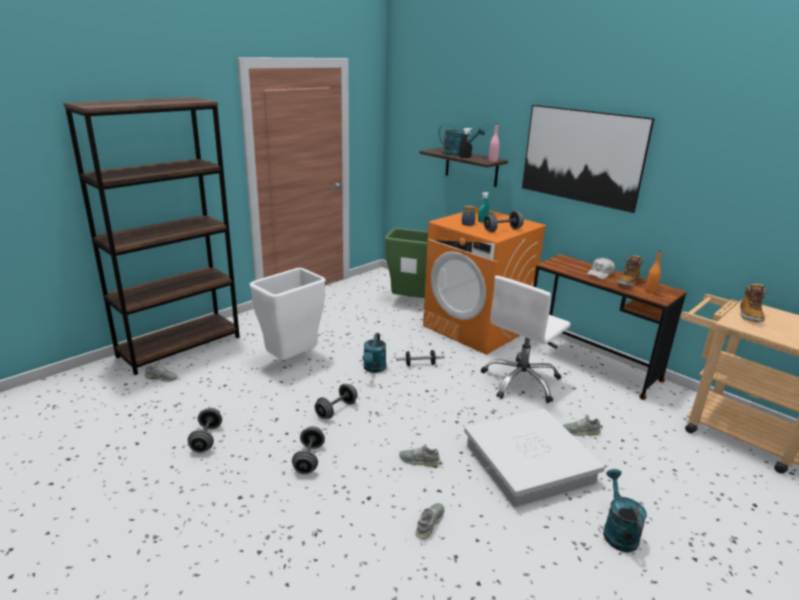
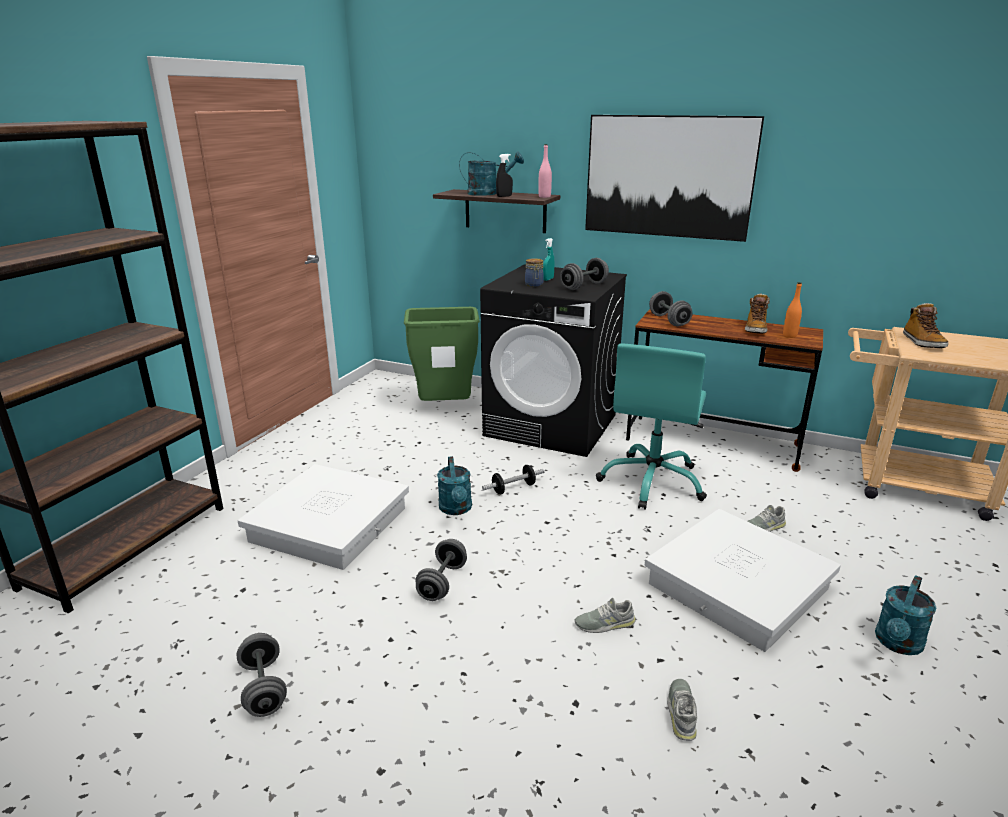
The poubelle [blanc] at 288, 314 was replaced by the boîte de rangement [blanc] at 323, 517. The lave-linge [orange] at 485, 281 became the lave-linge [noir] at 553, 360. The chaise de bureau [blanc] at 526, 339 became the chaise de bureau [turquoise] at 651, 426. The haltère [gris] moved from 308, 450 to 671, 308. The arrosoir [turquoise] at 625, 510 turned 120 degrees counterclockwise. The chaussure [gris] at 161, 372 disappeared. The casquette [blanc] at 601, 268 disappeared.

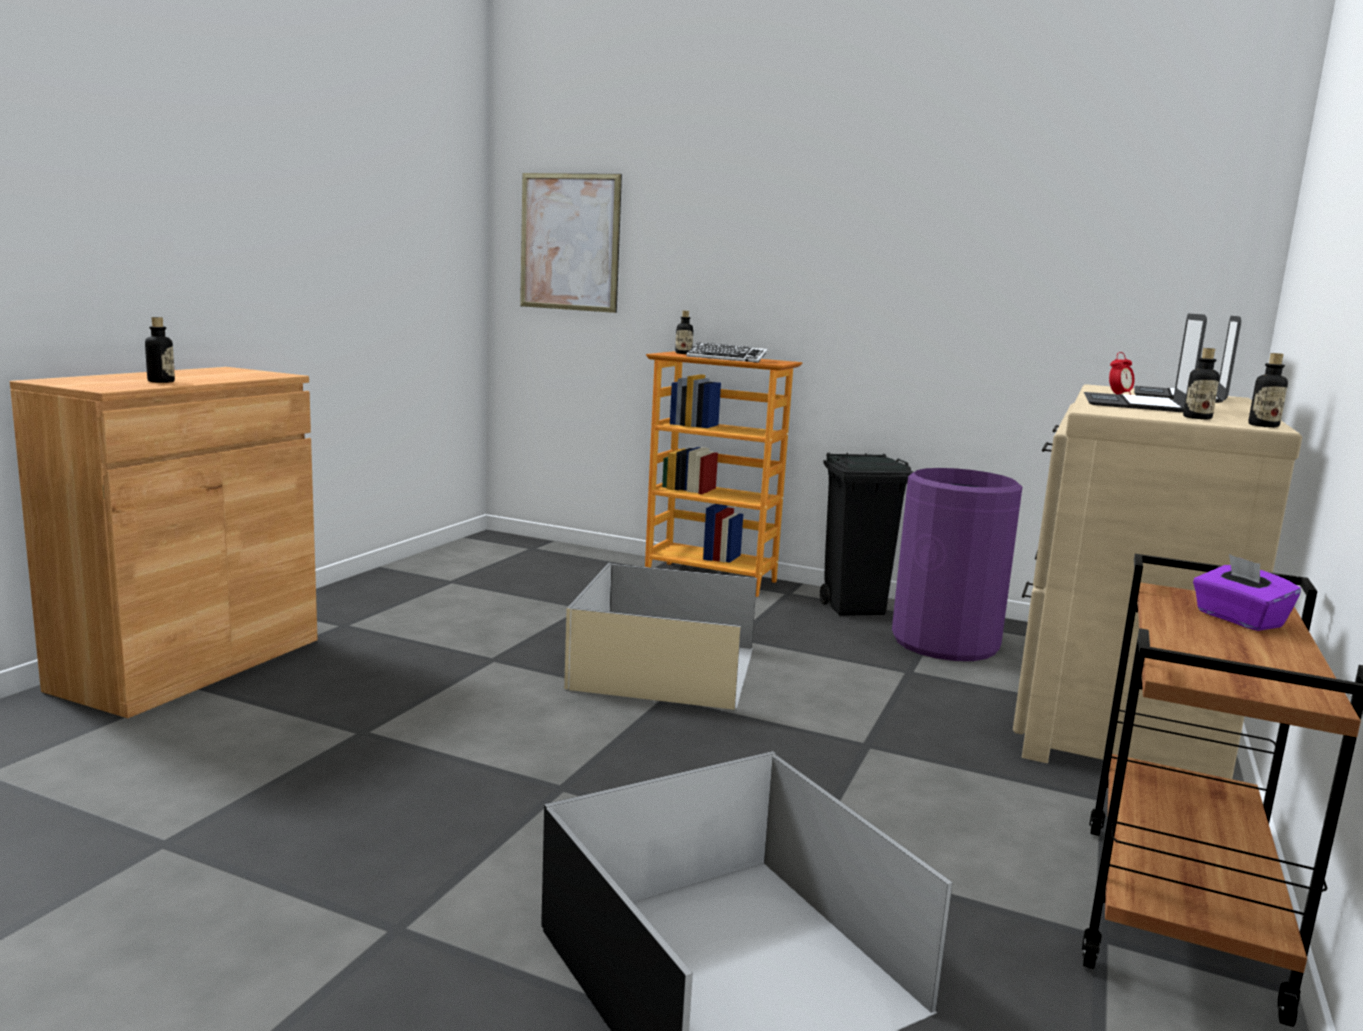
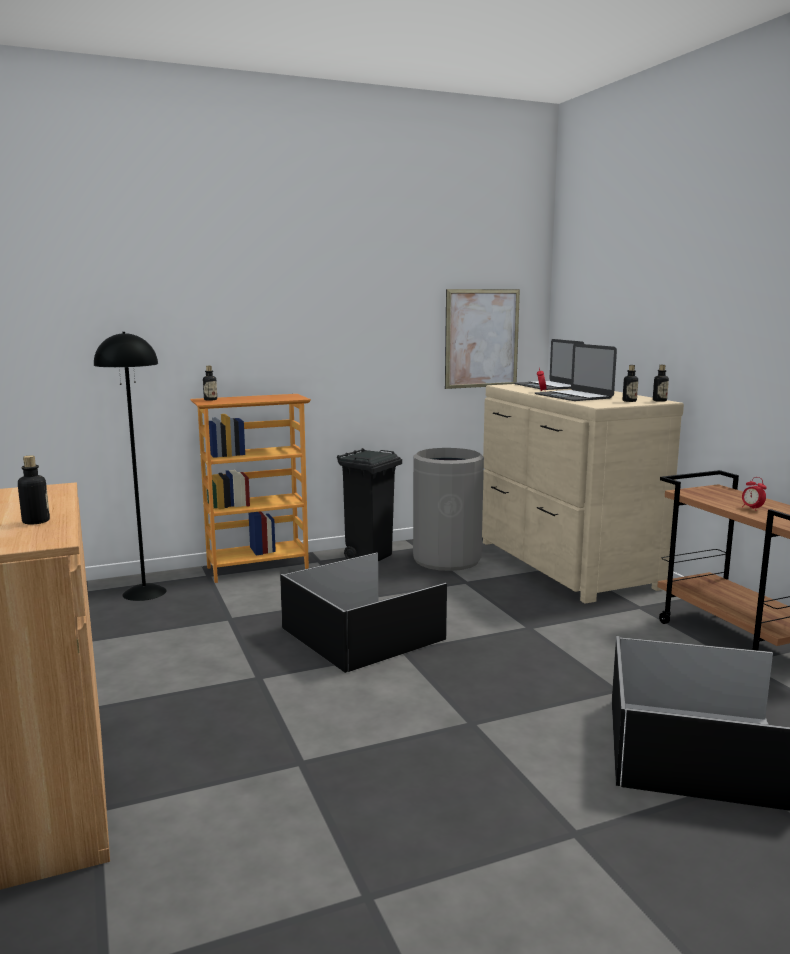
The lampadaire [noir] at 130, 466 appeared. The boîte de rangement [beige] at 660, 636 became the boîte de rangement [noir] at 363, 612. The poubelle [violet] at 957, 564 became the poubelle [gris] at 448, 509. The tableau moved from 571, 243 to 482, 339. The réveil at 754, 494 appeared. The clavier at 727, 352 disappeared. The boîte à mouchoirs [violet] at 1247, 592 disappeared.

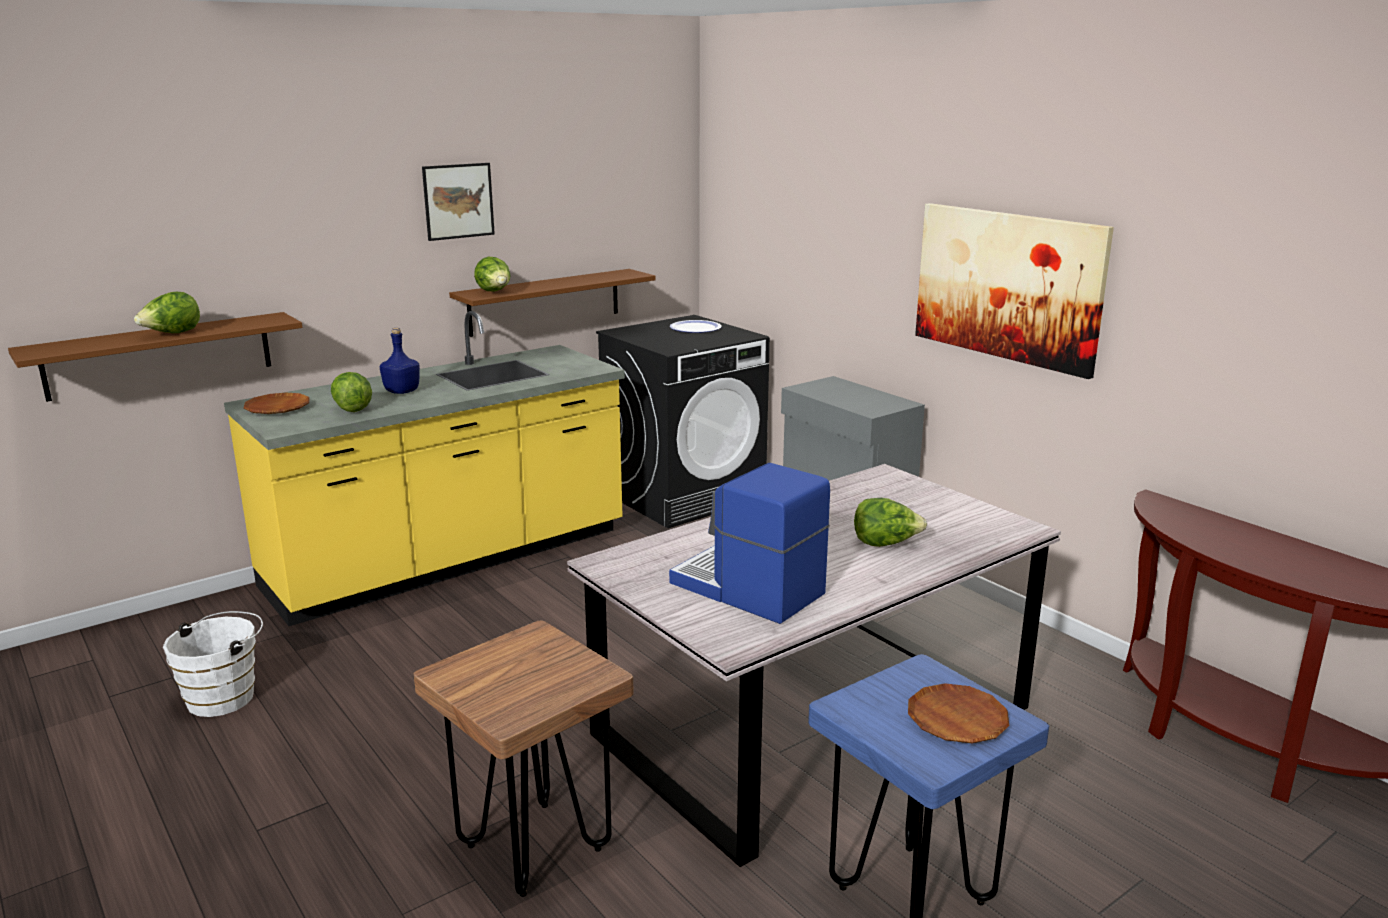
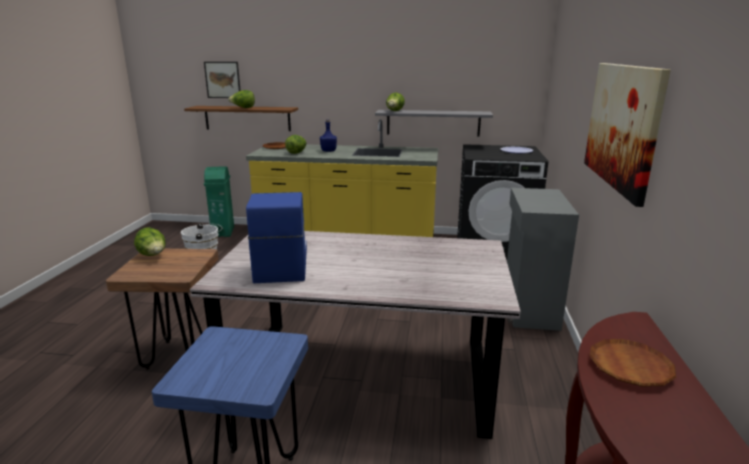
The laitue moved from 890, 522 to 150, 241. The tableau moved from 458, 202 to 222, 80. The poubelle [vert] at 219, 201 appeared. The étagère [marron] at 552, 303 became the étagère [gris] at 434, 123. The assiette [marron] moved from 958, 713 to 633, 363.

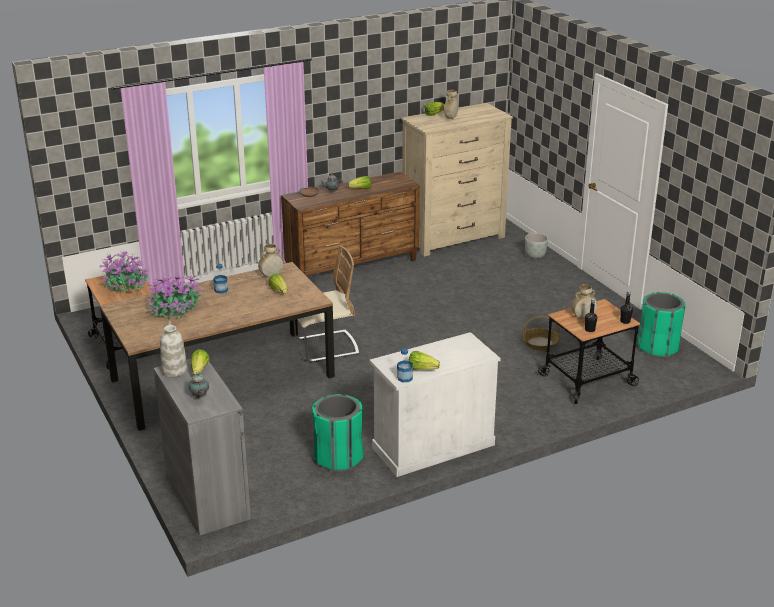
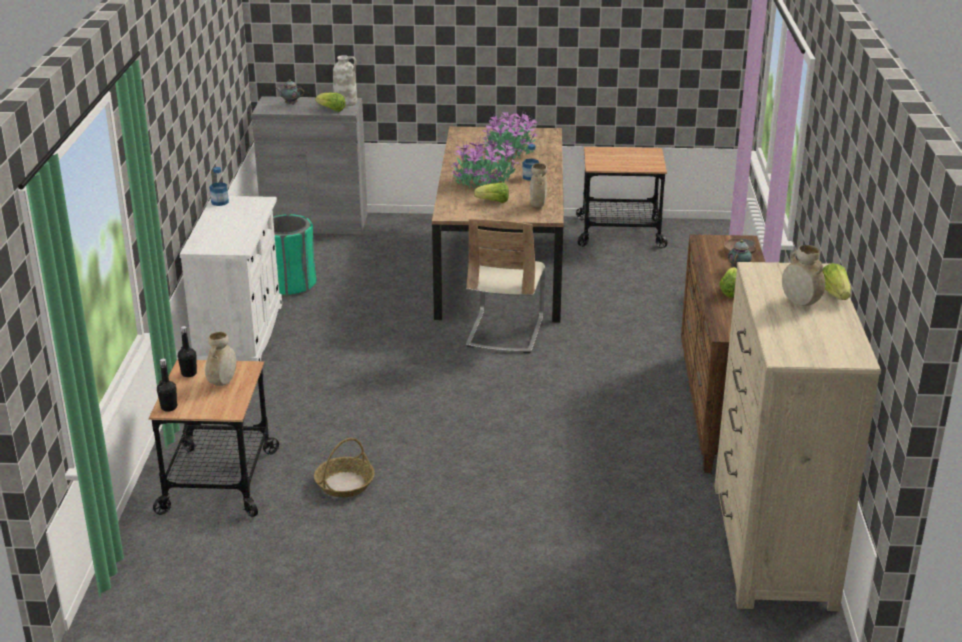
The plante en pot moved from 125, 271 to 485, 164. The laitue at 424, 360 disappeared. The cache-pot [gris] at 536, 246 disappeared. The poubelle [vert] at 662, 324 disappeared.

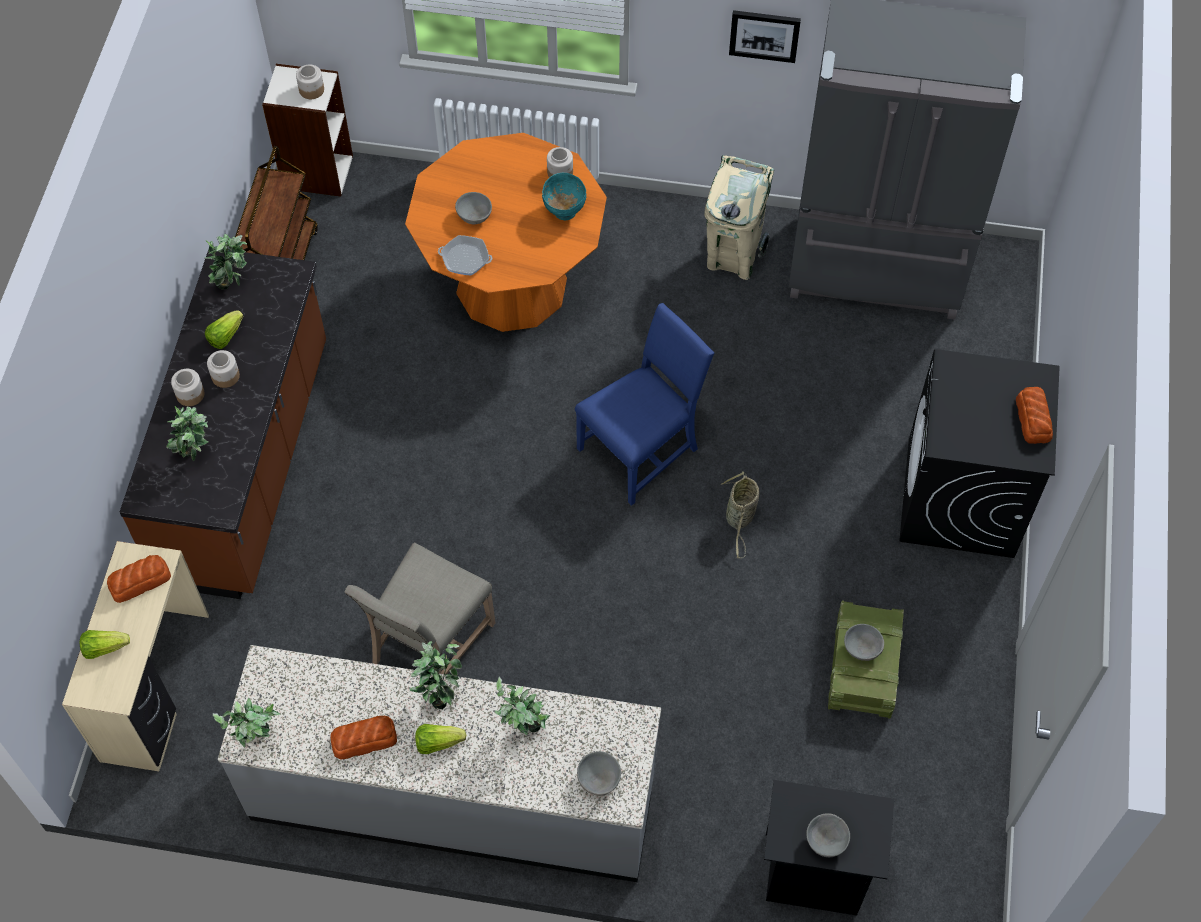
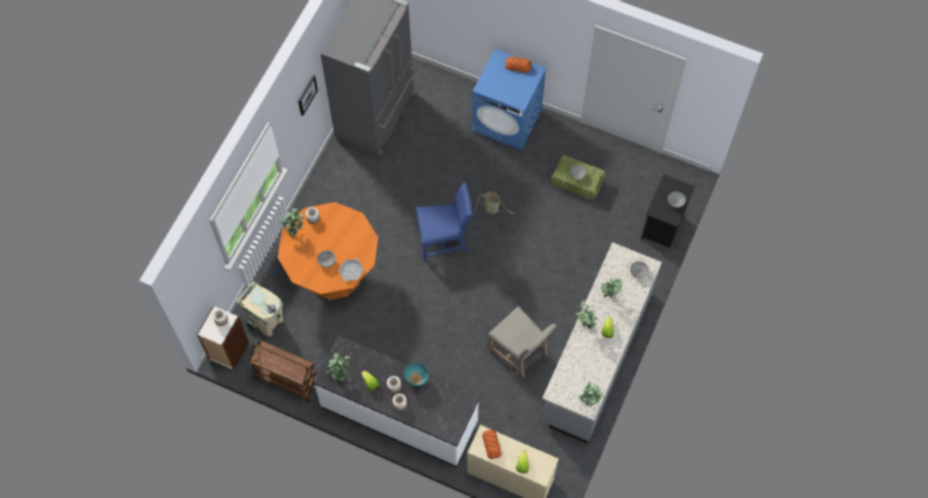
The poubelle [beige] moved from 739, 217 to 259, 309. The plante en pot moved from 187, 433 to 292, 222. The comptoir de cuisine [marron] at 223, 424 became the comptoir de cuisine [blanc] at 397, 401. The bol [turquoise] moved from 564, 196 to 416, 375. The chaise [bleu] at 644, 404 turned 105 degrees clockwise. The lave-linge [noir] at 979, 453 became the lave-linge [bleu] at 509, 99. The pain at 363, 737 disappeared.

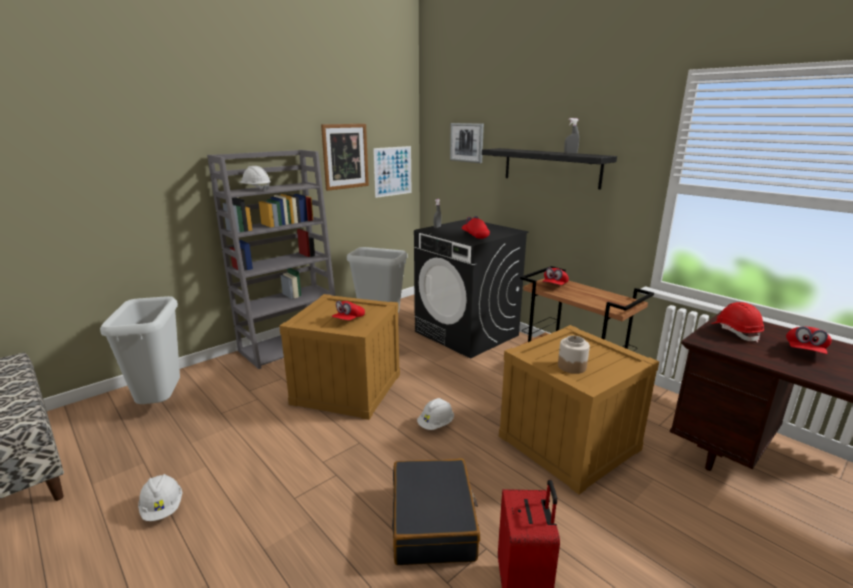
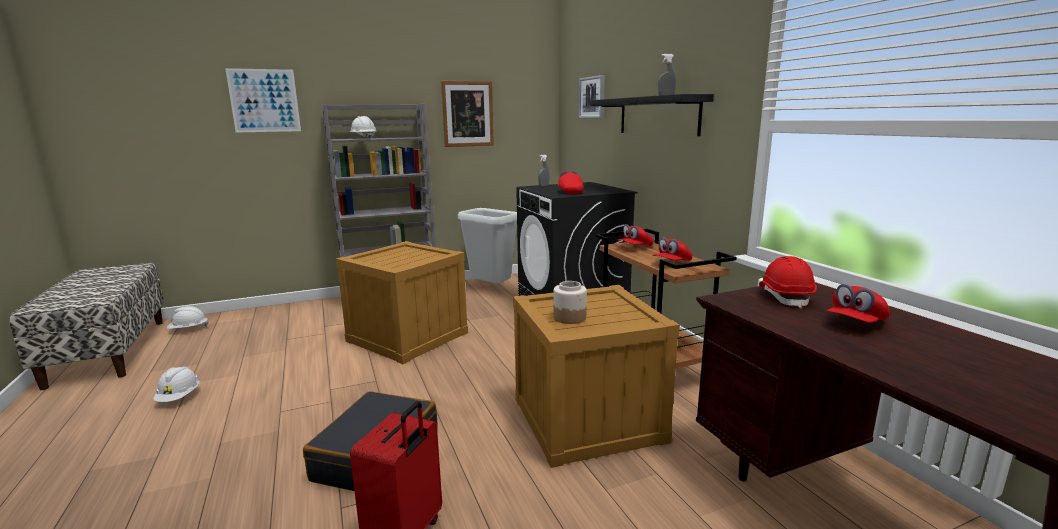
The casque de chantier [blanc] moved from 435, 414 to 188, 317. The tableau moved from 392, 172 to 263, 100. The casquette [rouge] moved from 348, 310 to 673, 249. The poubelle [gris] at 140, 350 disappeared.

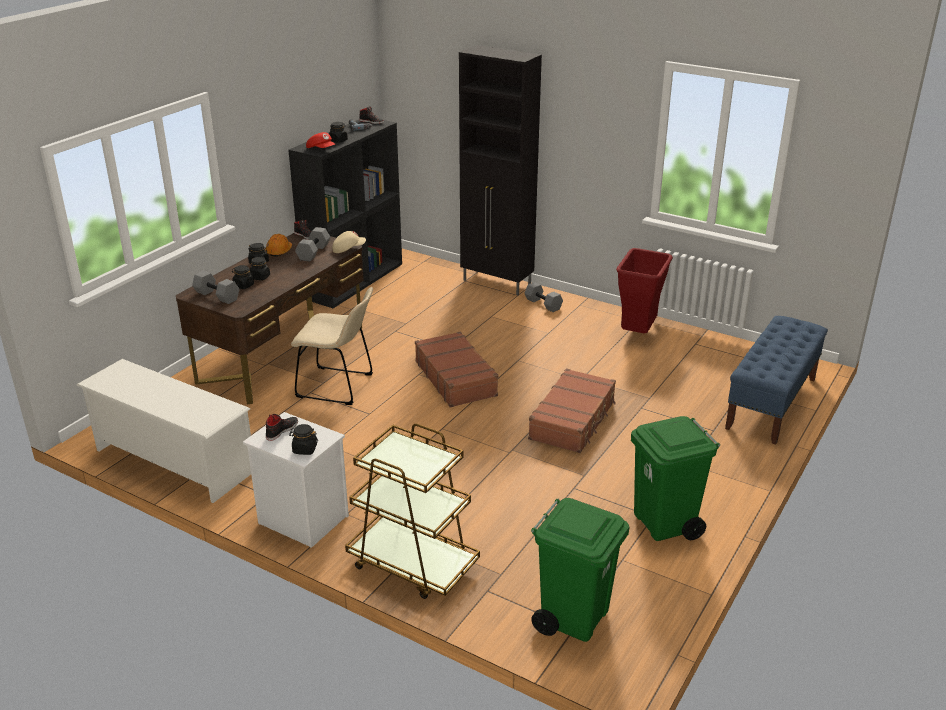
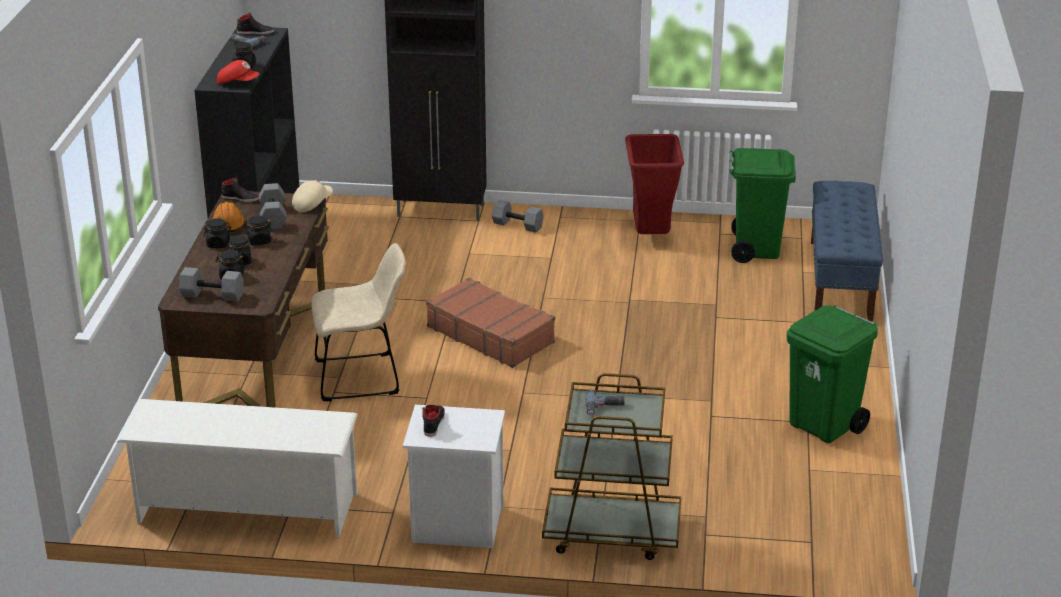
The bocal [noir] moved from 303, 439 to 258, 230. The perceuse at 605, 402 appeared. The poubelle [vert] moved from 580, 570 to 763, 205. The valise [marron] at 572, 410 disappeared.

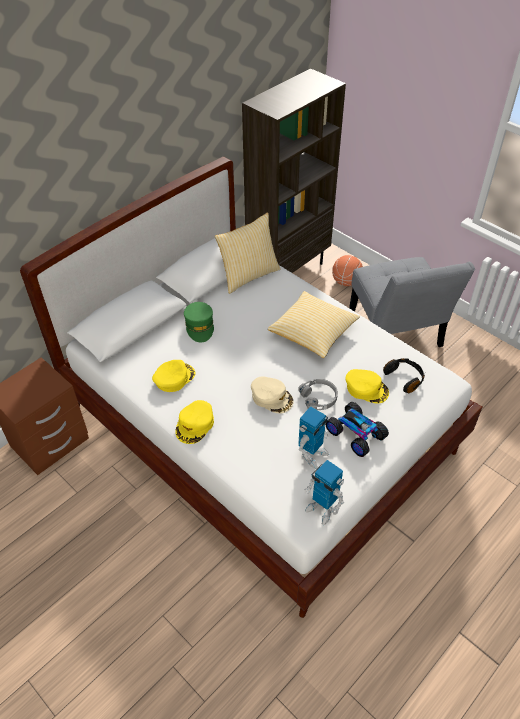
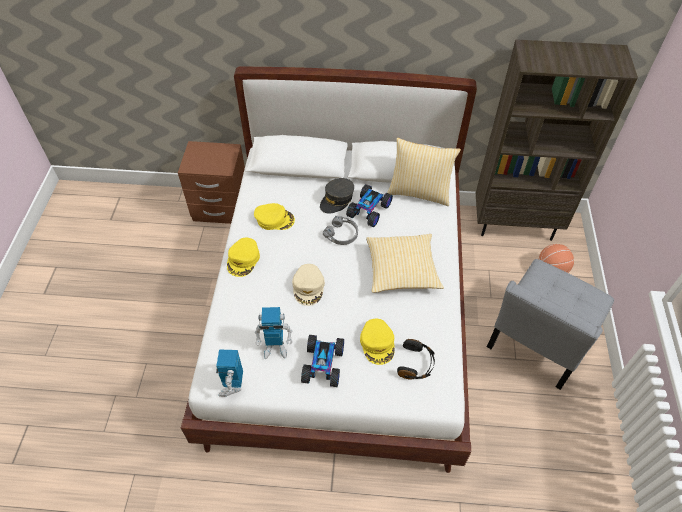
The casquette [jaune] at 194, 422 turned 60 degrees counterclockwise. The casquette [vert] at 199, 322 became the casquette [gris] at 337, 196. The casque audio [gris] moved from 318, 394 to 340, 230. The petite voiture at 369, 205 appeared.

